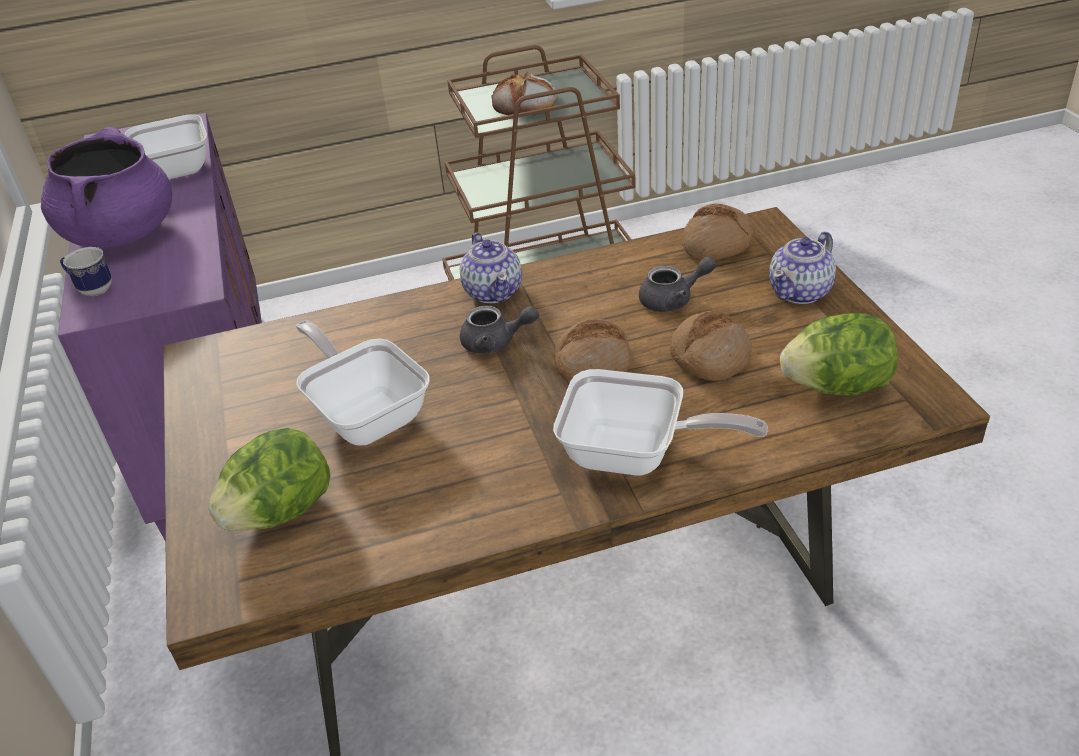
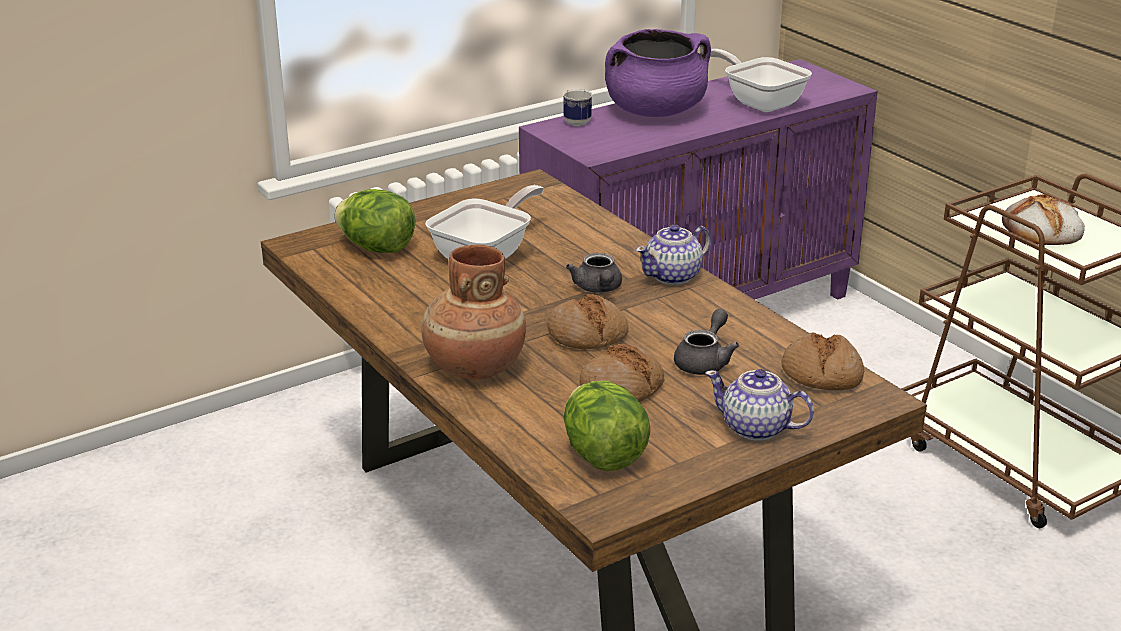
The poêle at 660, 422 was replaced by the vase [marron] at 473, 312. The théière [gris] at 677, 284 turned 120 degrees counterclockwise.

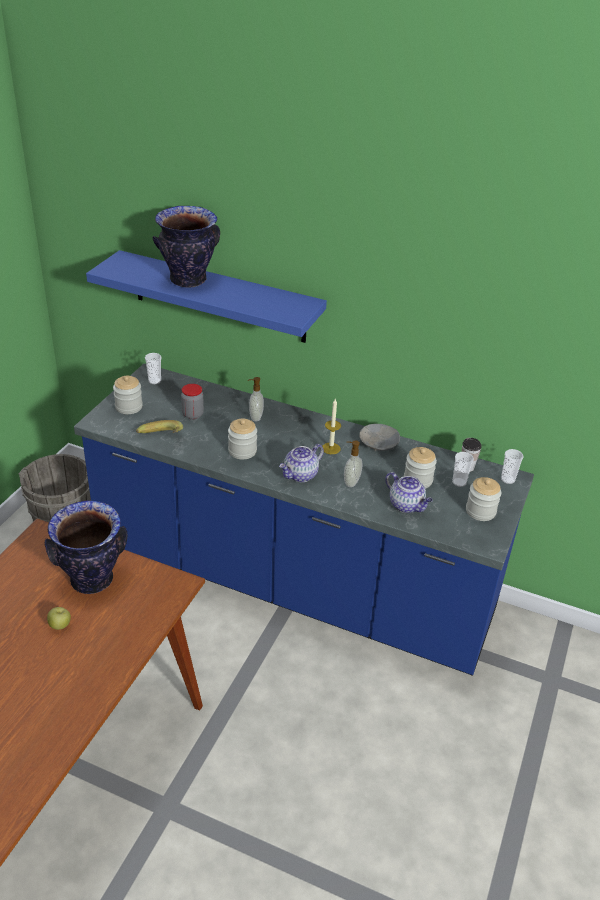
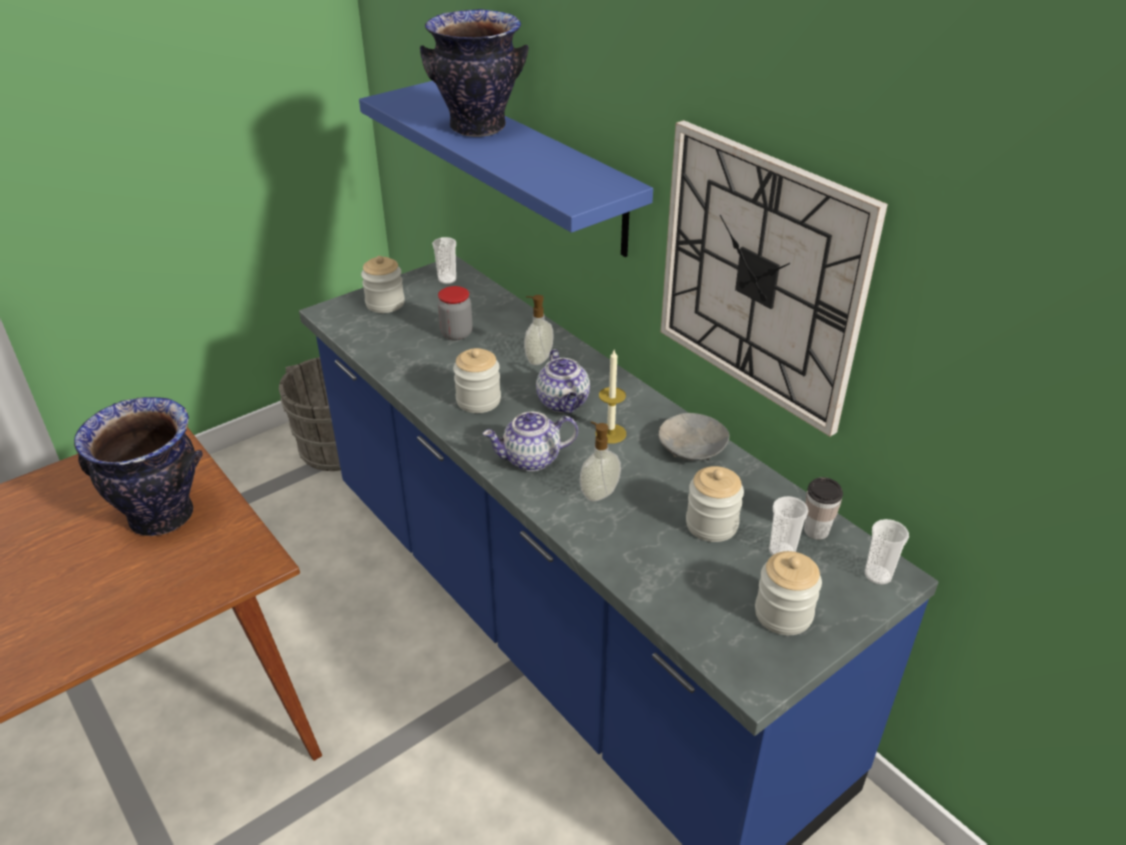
The théière moved from 409, 492 to 563, 381. The horloge murale at 774, 278 appeared. The pomme at 59, 618 disappeared. The banane at 159, 426 disappeared.

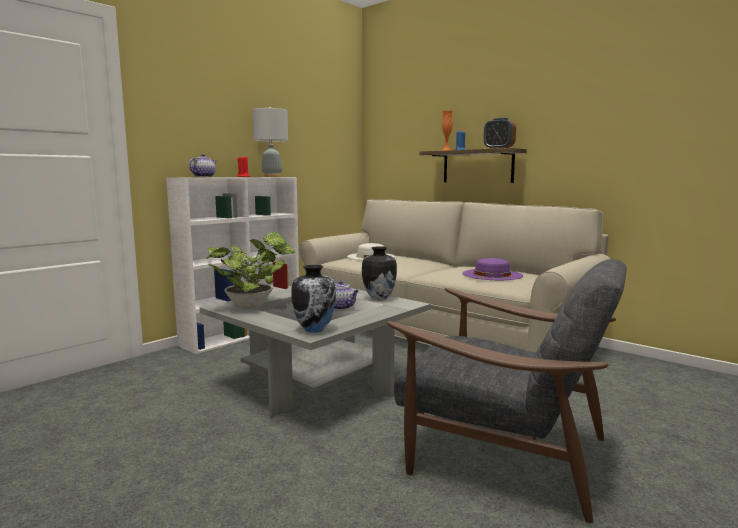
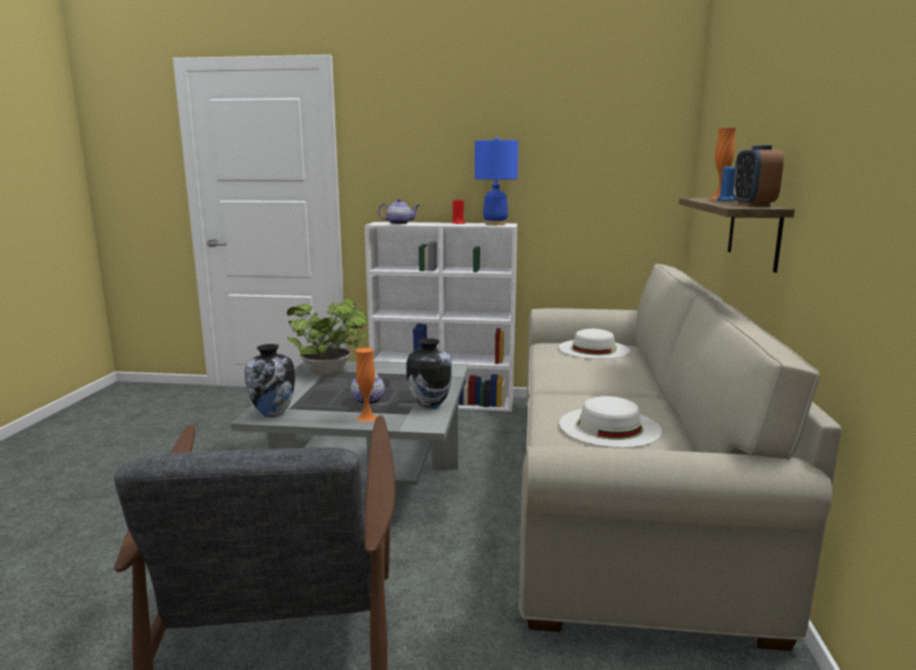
The vase [orange] at 366, 385 appeared. The lampe de table [gris] at 270, 142 became the lampe de table [bleu] at 496, 181. The chapeau [violet] at 493, 269 became the chapeau [blanc] at 610, 422.

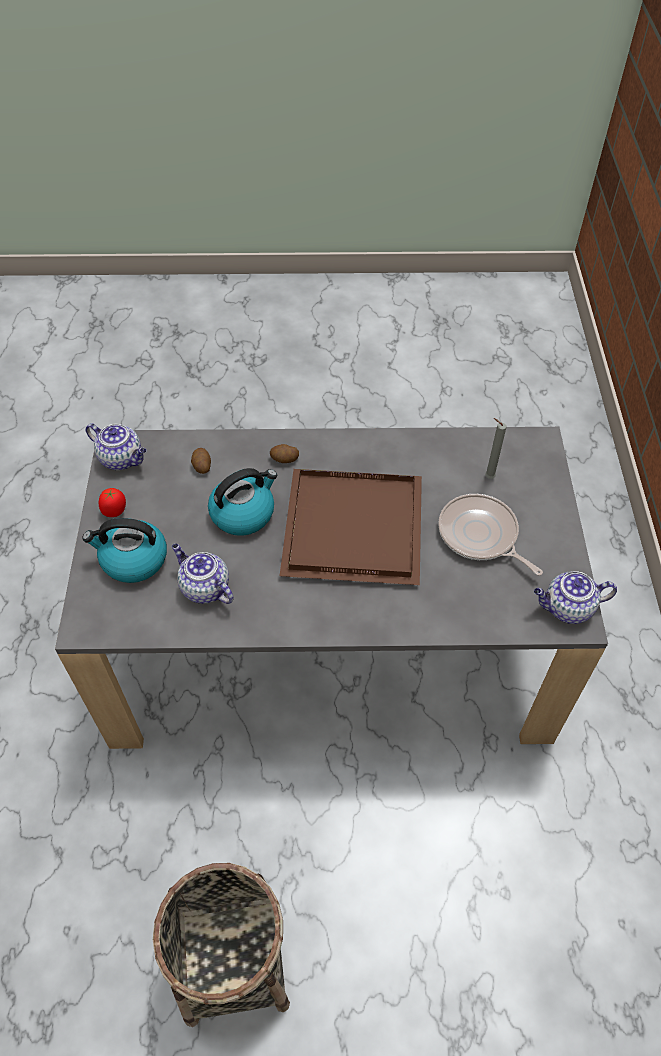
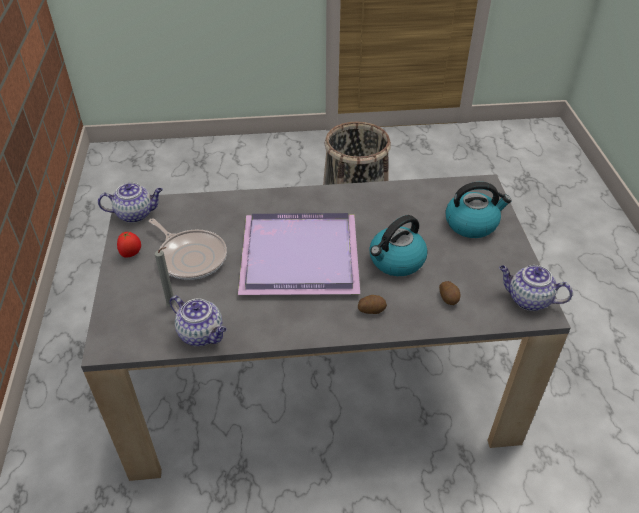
The tomate moved from 112, 502 to 129, 244. The théière moved from 203, 574 to 198, 320. The plateau [marron] at 351, 527 became the plateau [violet] at 299, 254.

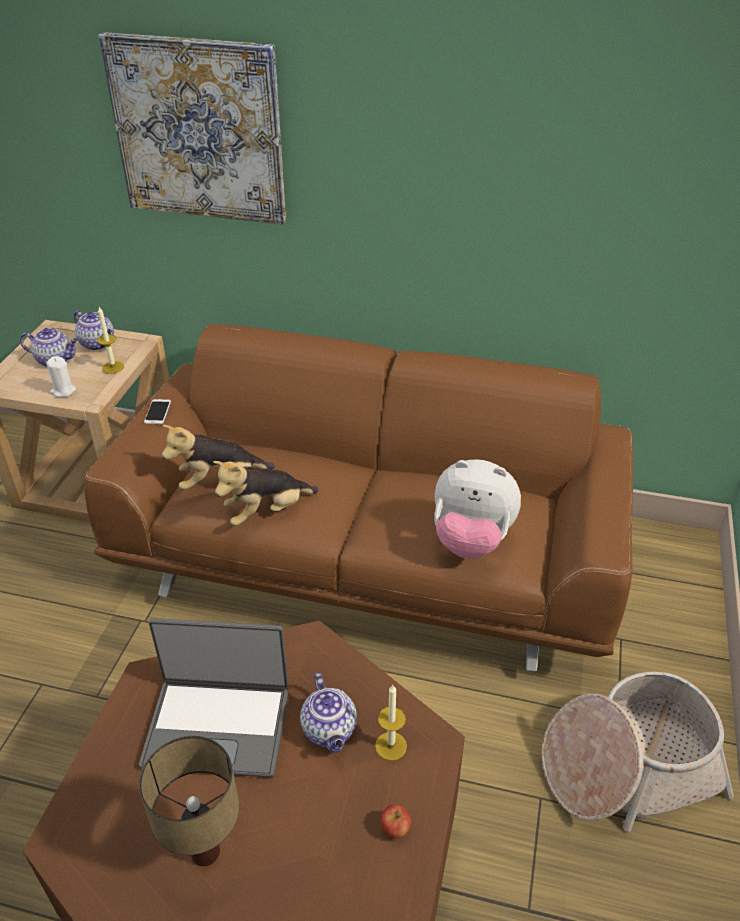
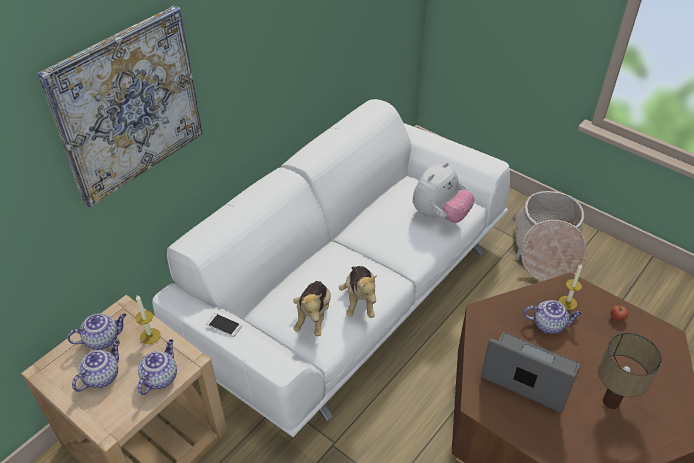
The bougie [blanc] at 61, 376 was replaced by the théière at 157, 367. The canapé [marron] at 358, 498 became the canapé [blanc] at 331, 268. The ordinateur portable at 213, 698 turned 90 degrees counterclockwise.

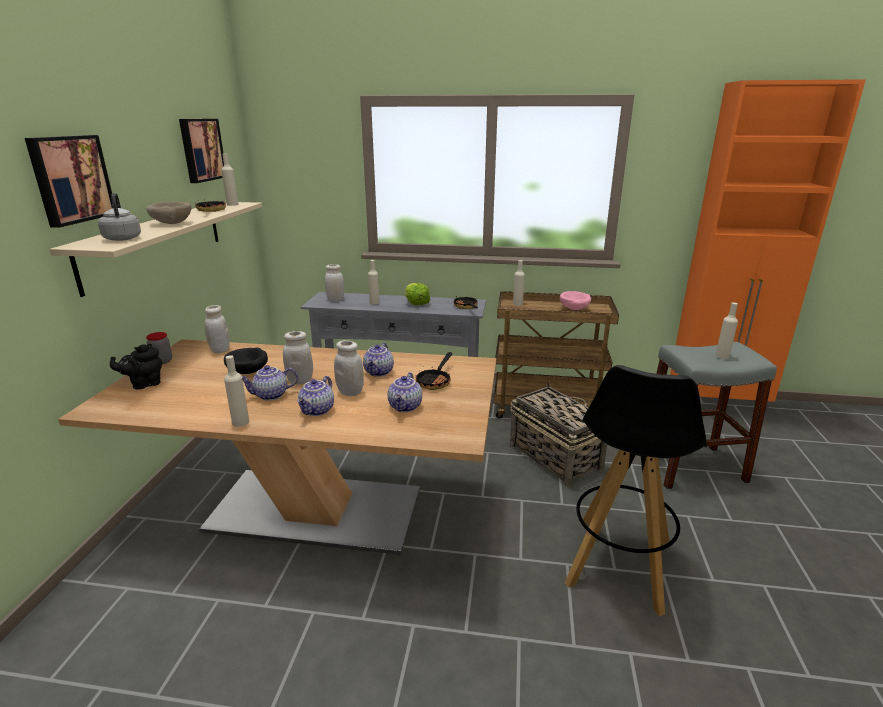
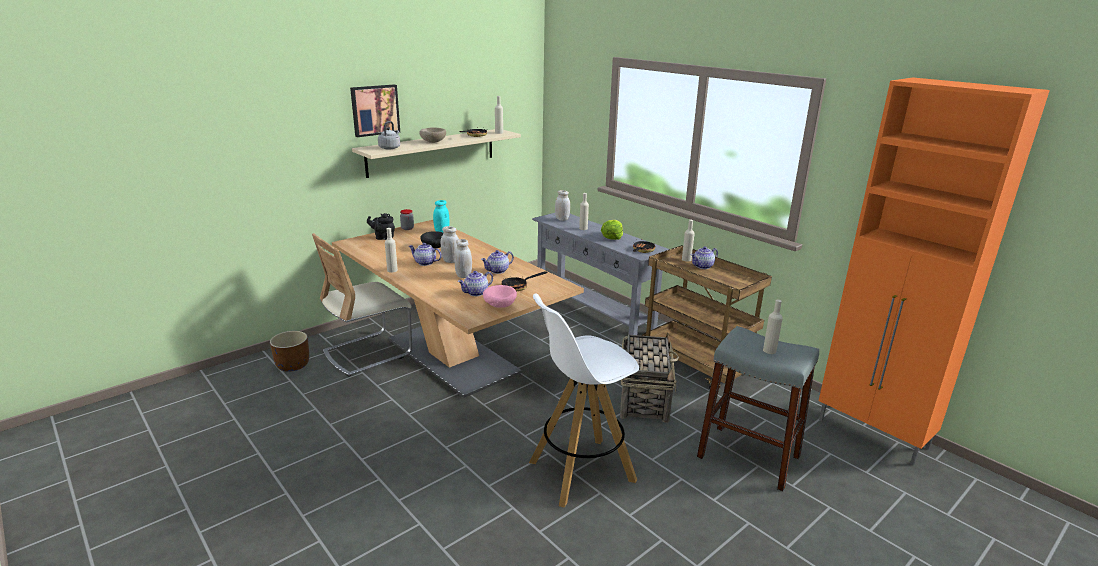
The cache-pot [marron] at 289, 351 appeared. The chaise [beige] at 362, 305 appeared. The bocal [blanc] at 217, 329 became the bocal [turquoise] at 441, 216. The bol [rose] moved from 575, 300 to 500, 296. The tabouret [noir] at 636, 491 became the tabouret [blanc] at 584, 400. The théière moved from 315, 396 to 704, 257. The tableau at 201, 151 disappeared.

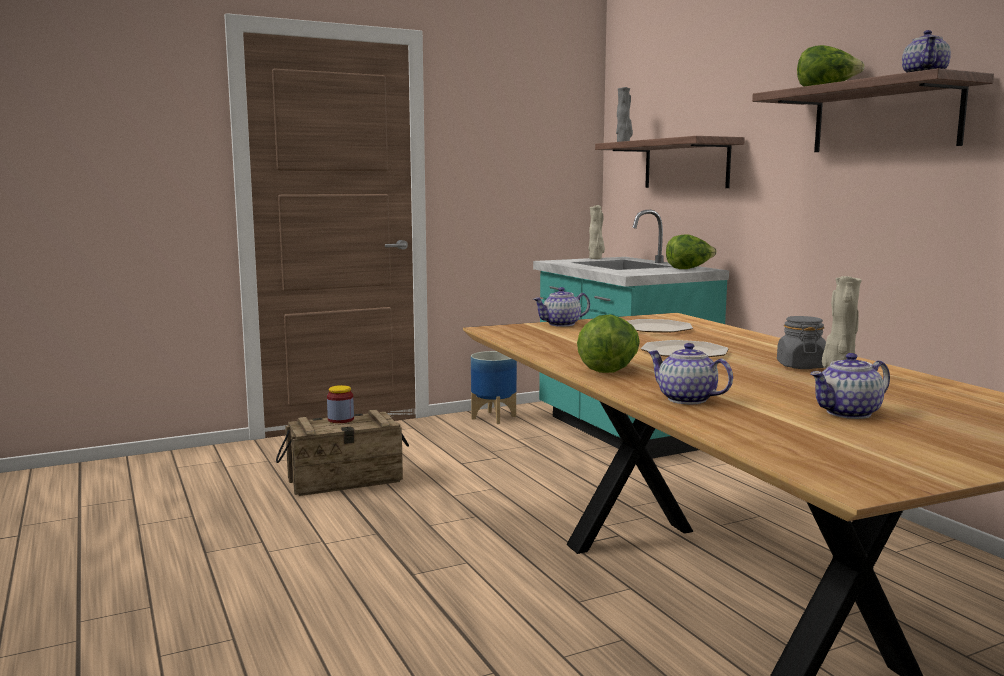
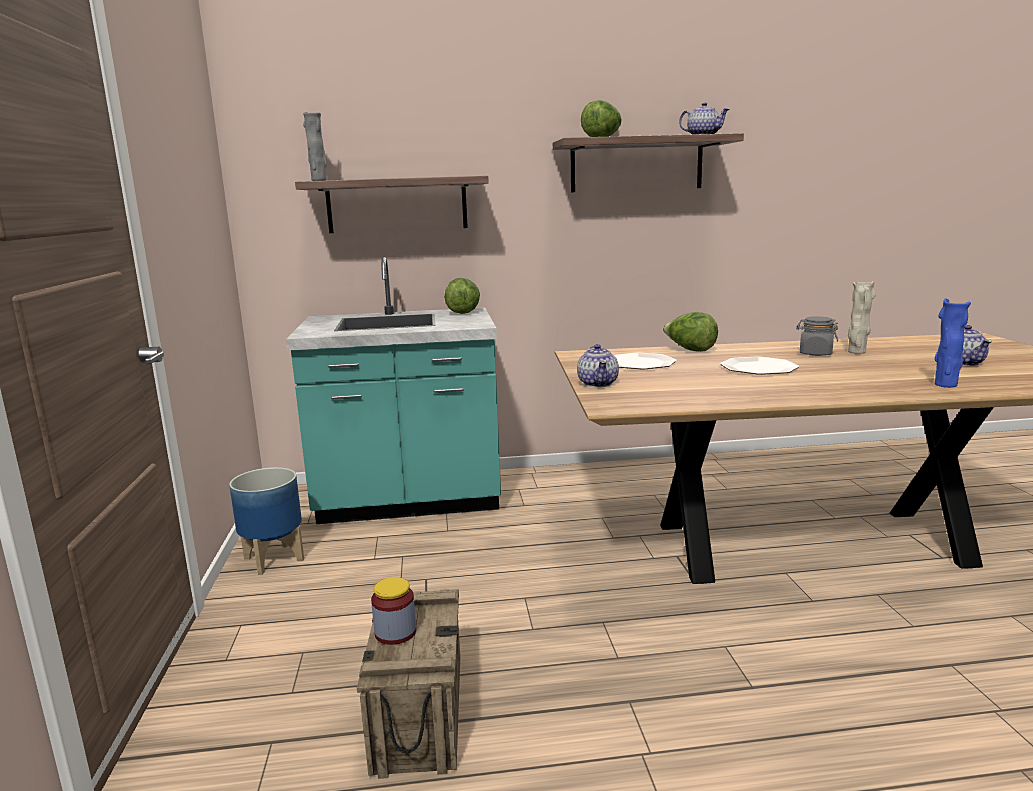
The laitue moved from 608, 344 to 690, 332. The théière at 690, 373 was replaced by the vase [bleu] at 953, 343. The vase [beige] at 596, 232 disappeared.

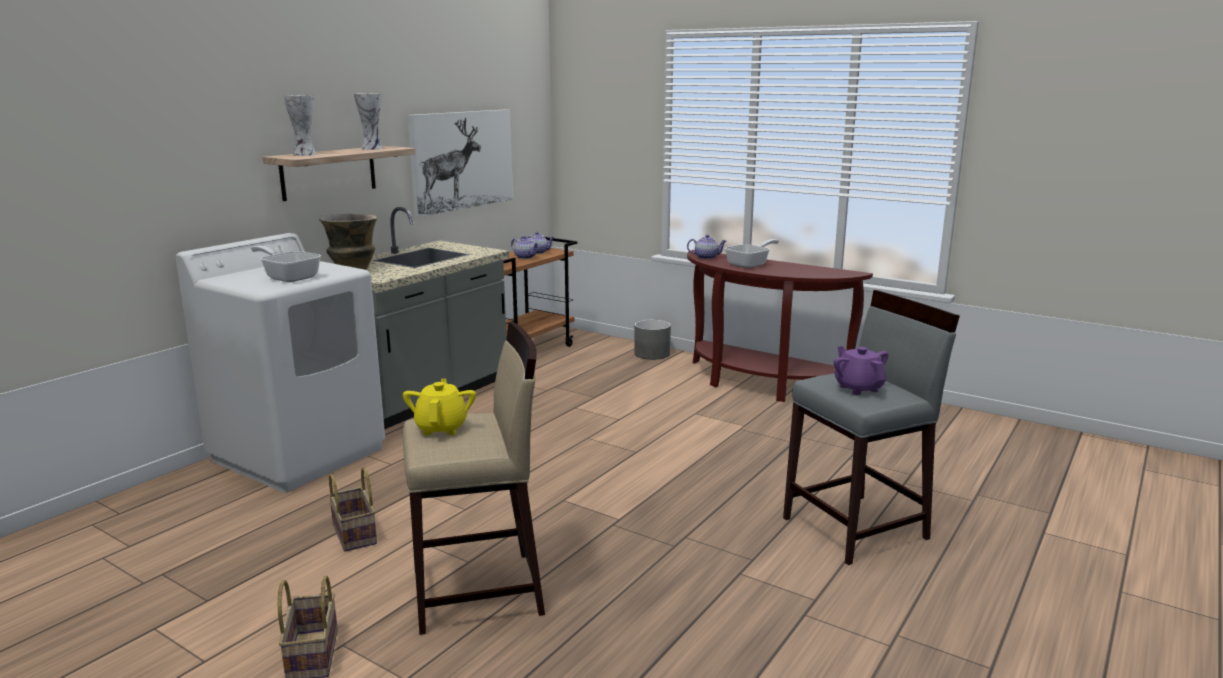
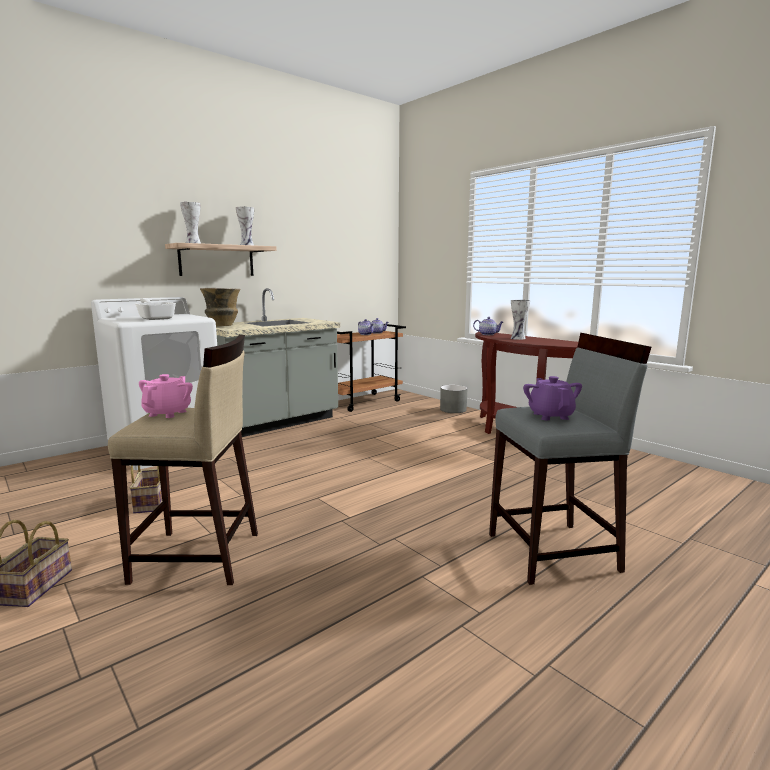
The théière [jaune] at 439, 407 became the théière [rose] at 166, 396. The poêle at 752, 253 was replaced by the vase at 520, 320. The tableau at 460, 163 disappeared.

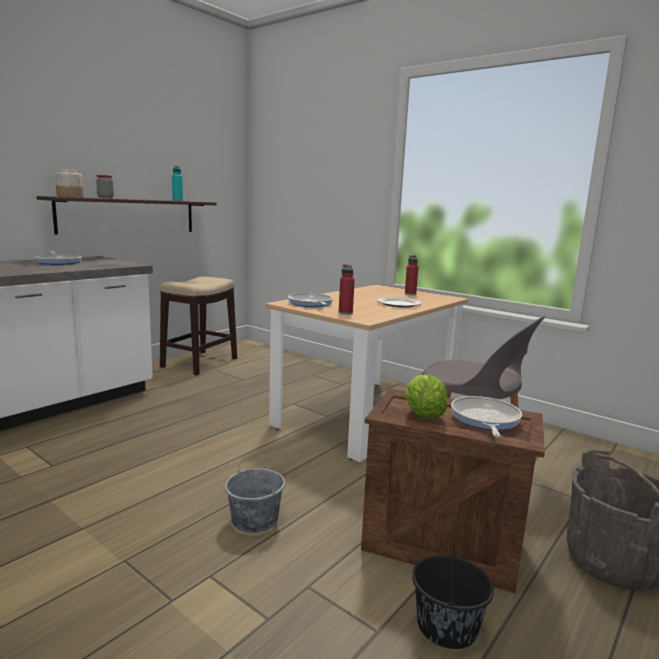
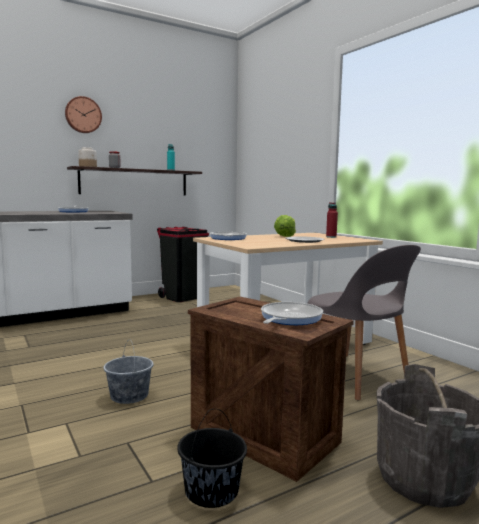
The horloge murale at 83, 114 appeared. The tabouret at 198, 325 was replaced by the poubelle [noir] at 183, 264. The laitue moved from 426, 396 to 285, 226. The bouteille [rouge] at 347, 289 disappeared.

